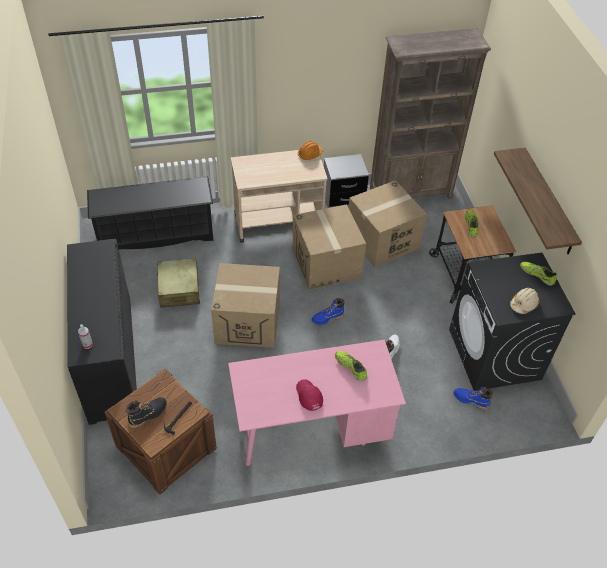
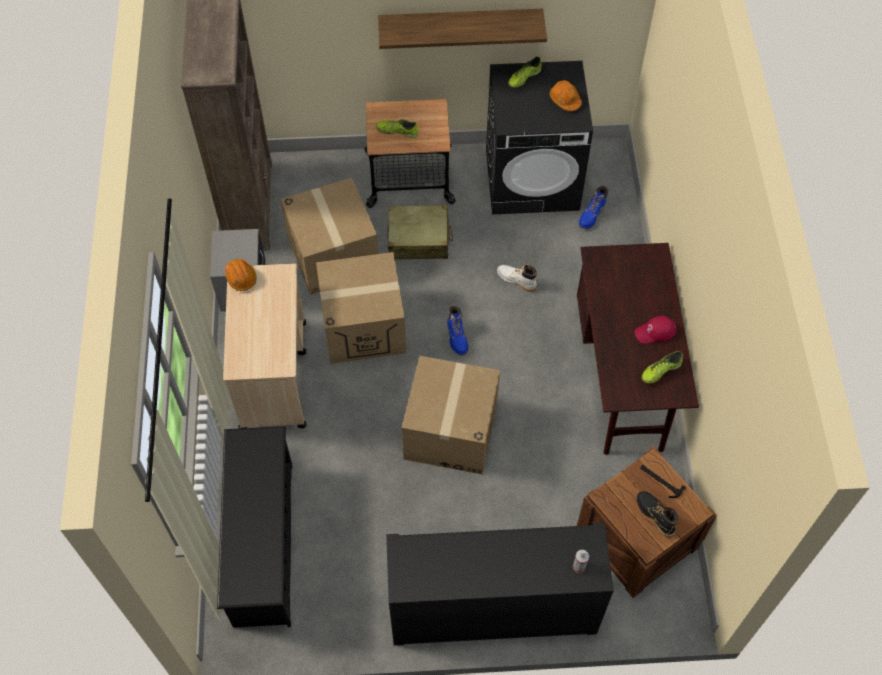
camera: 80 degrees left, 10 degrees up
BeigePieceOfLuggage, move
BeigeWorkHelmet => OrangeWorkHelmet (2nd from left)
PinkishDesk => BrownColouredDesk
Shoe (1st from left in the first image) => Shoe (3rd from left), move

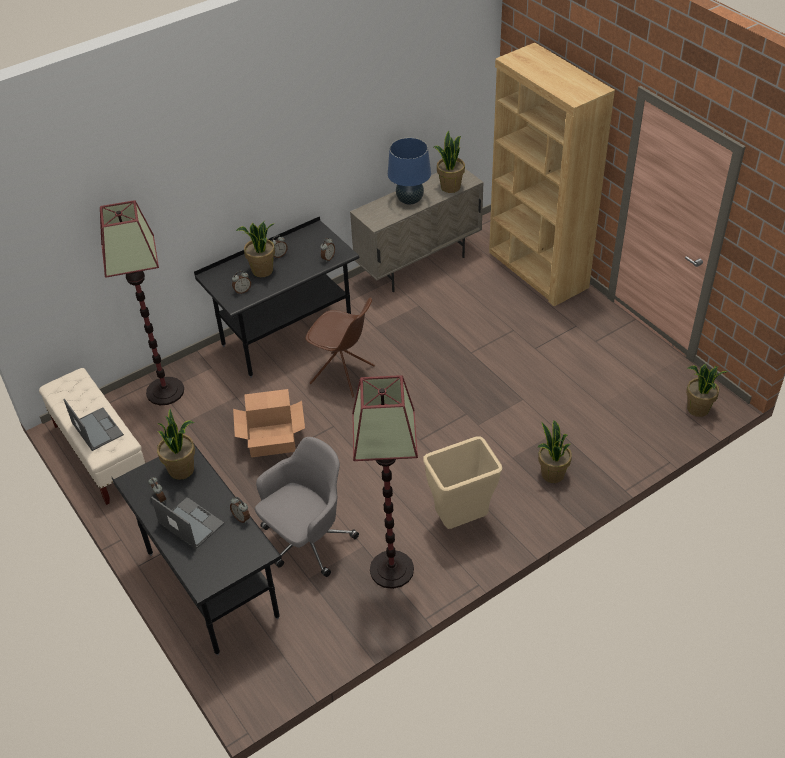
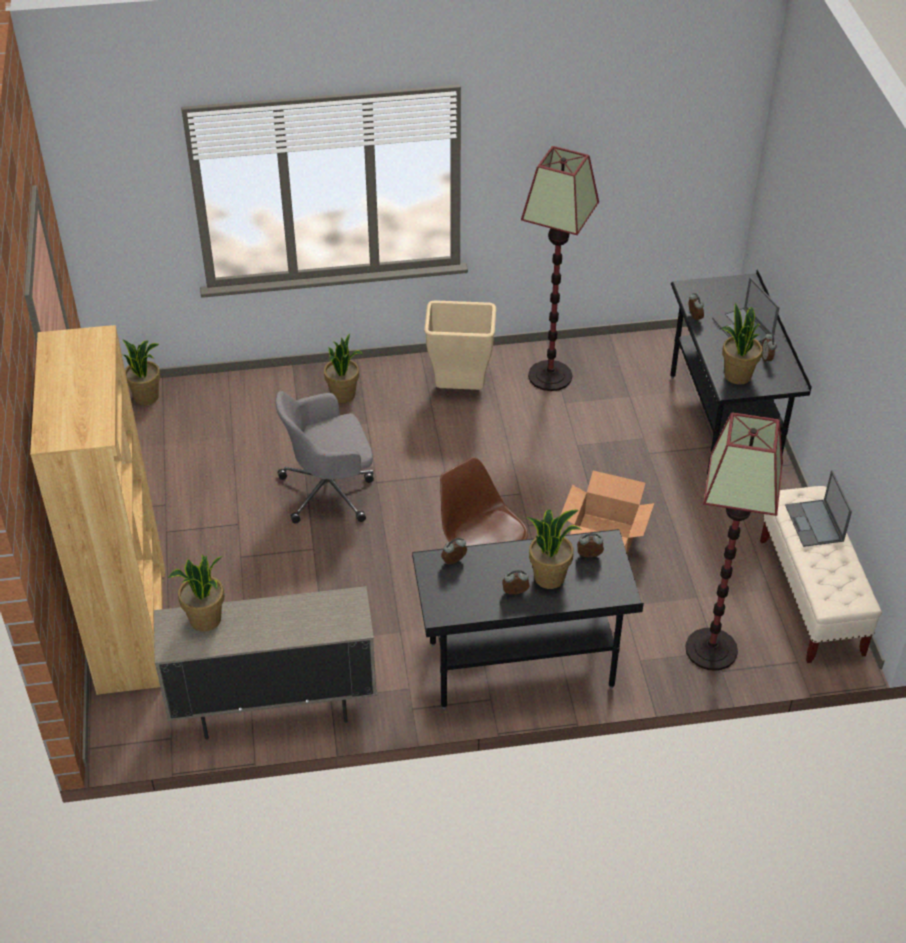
camera: 155 degrees left, 0 degrees up
BlueLampForATable => nothing
GreyDeskChair, move

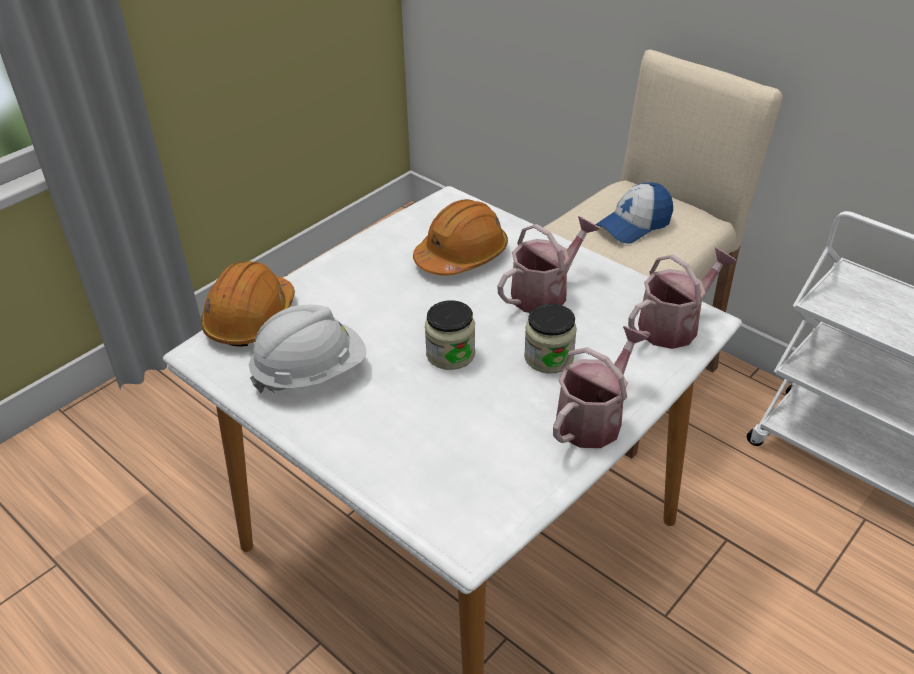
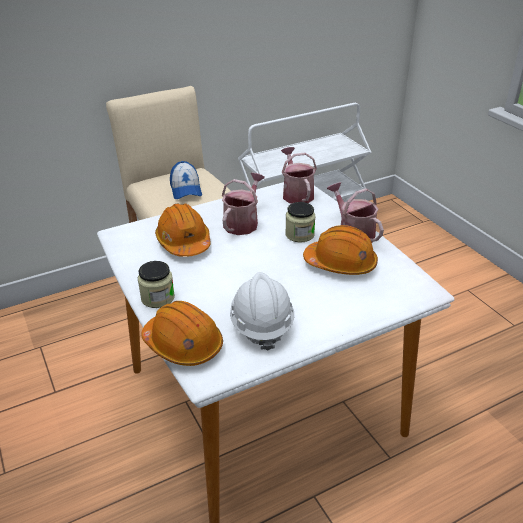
camera: 70 degrees left, 5 degrees down
WateringCan (1st from left), 45 degrees clockwise
PreserveJar (1st from left), move
nothing => OrangeWorkHelmet (3rd from left)

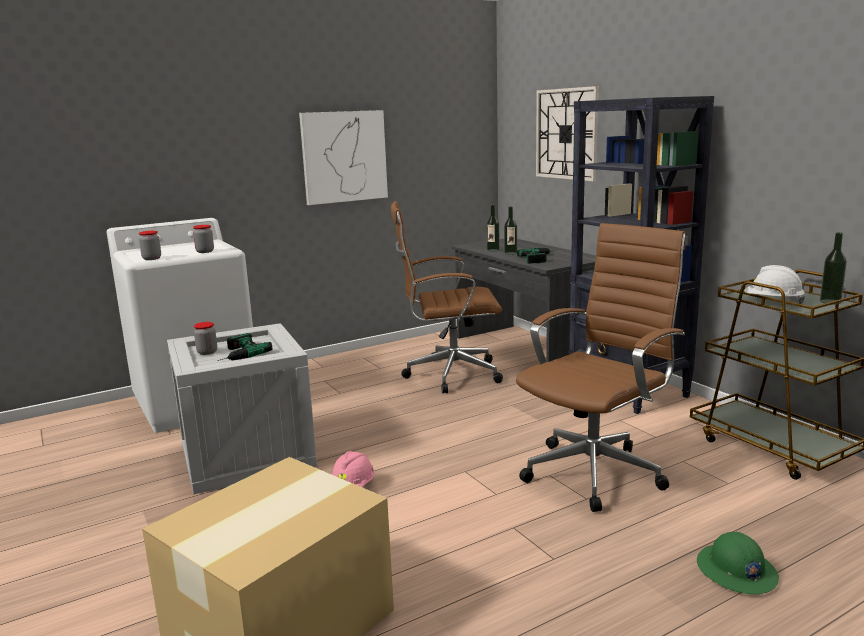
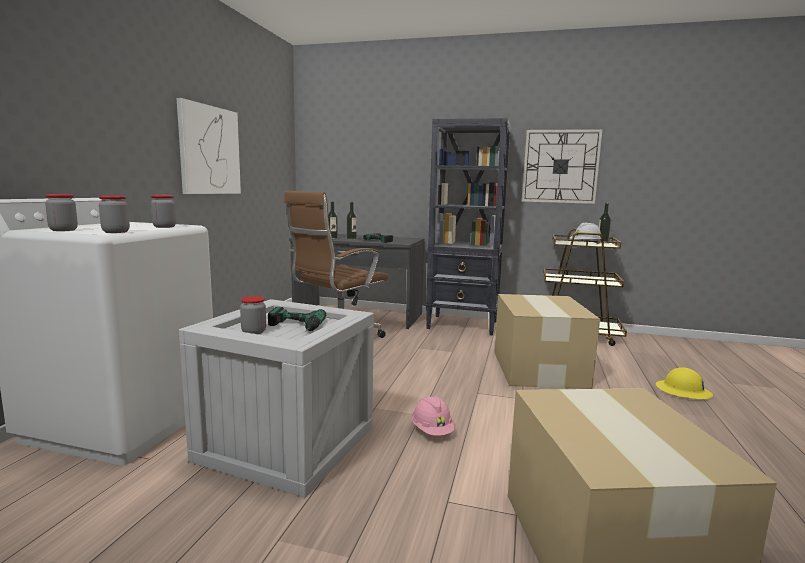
camera: 45 degrees left, 5 degrees down
HangingClock, move
BrownColouredDeskChair (2nd from left) => Carton (1st from left)
GreenWorkHelmet => YellowColouredWorkHelmet
nothing => PreserveJar (1st from left)

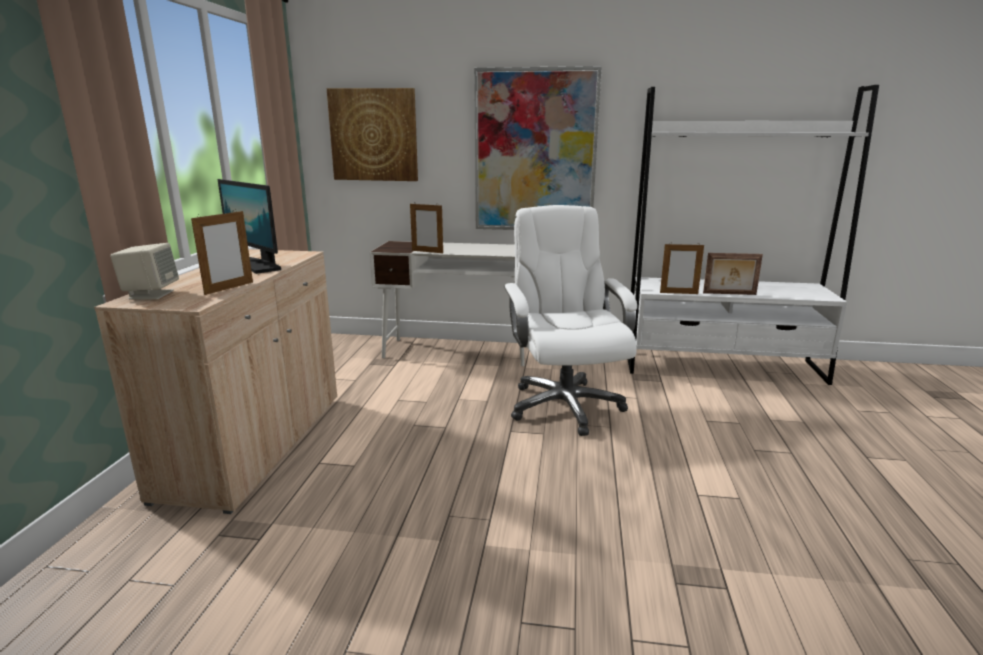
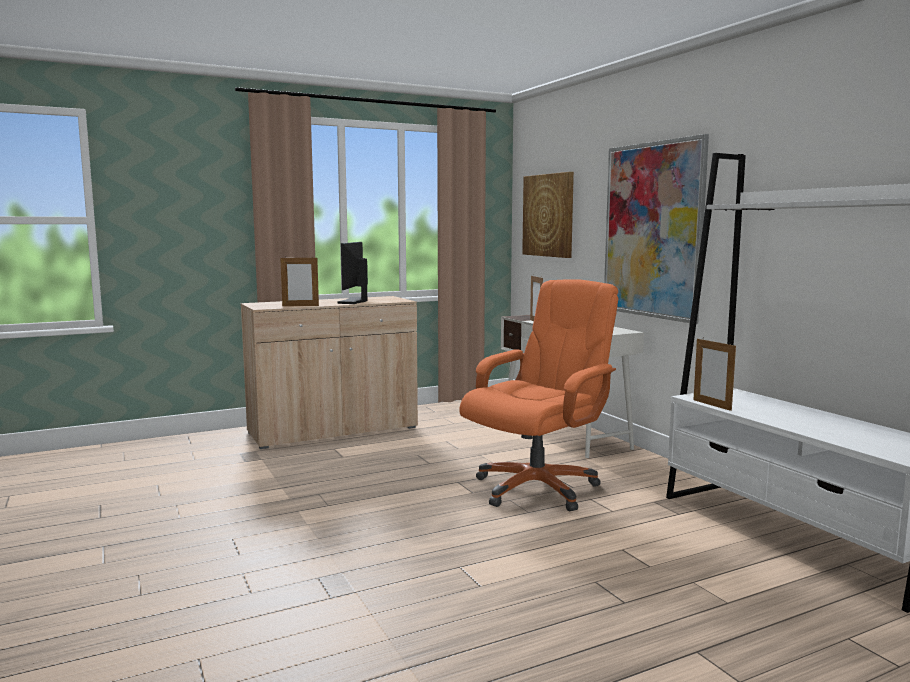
camera: 55 degrees right, 10 degrees down
WhiteColouredDeskChair => OrangeDeskChair
BeigeLoudspeaker => nothing
PictureFrame (4th from left) => nothing

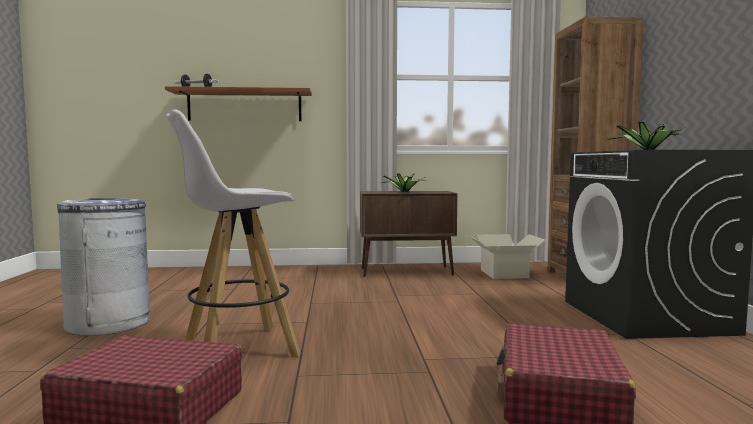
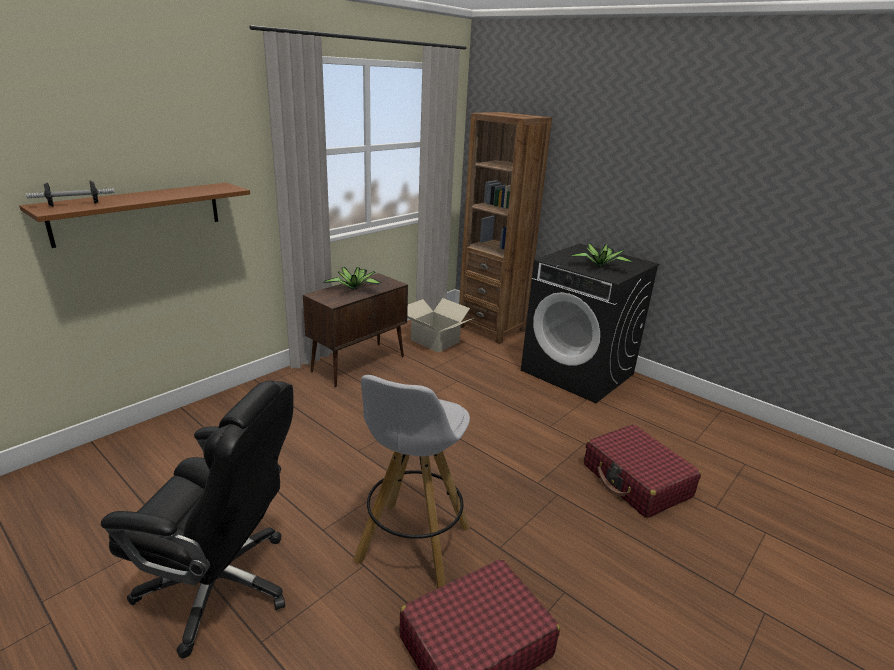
camera: 45 degrees left, 20 degrees up
GreyTrashCan => BlackishDeskChair

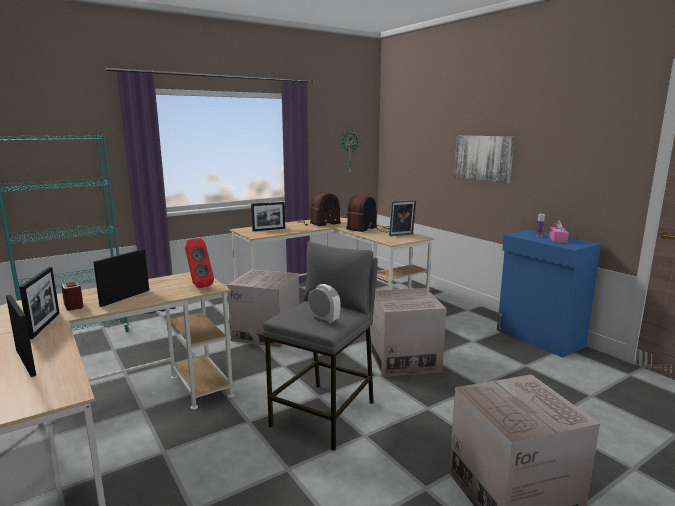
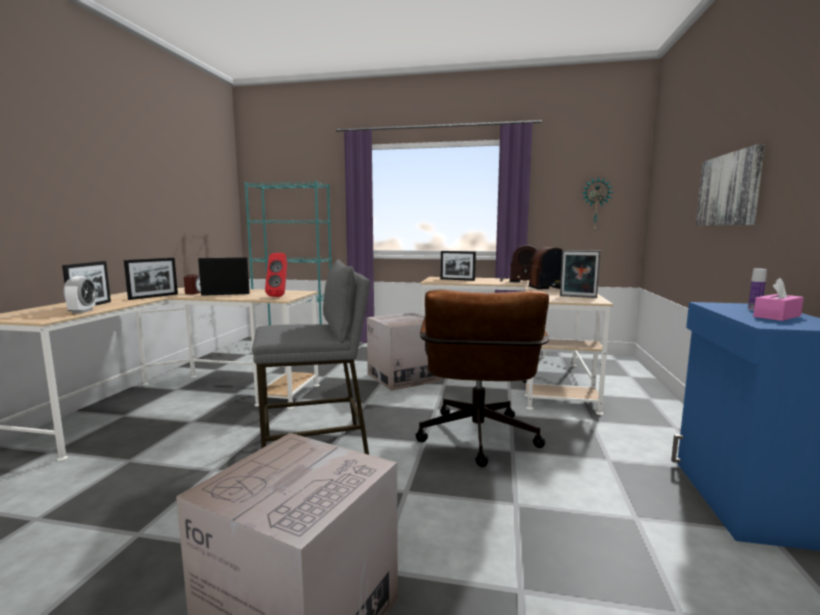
camera: 45 degrees right, 5 degrees down
BedsideClock (2nd from left in the first image) => BedsideClock (1st from left), move
Carton (2nd from left) => BrownColouredDeskChair

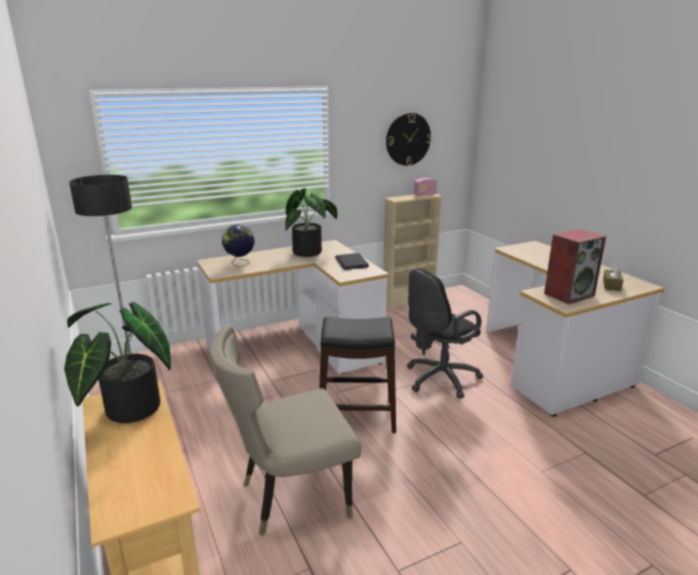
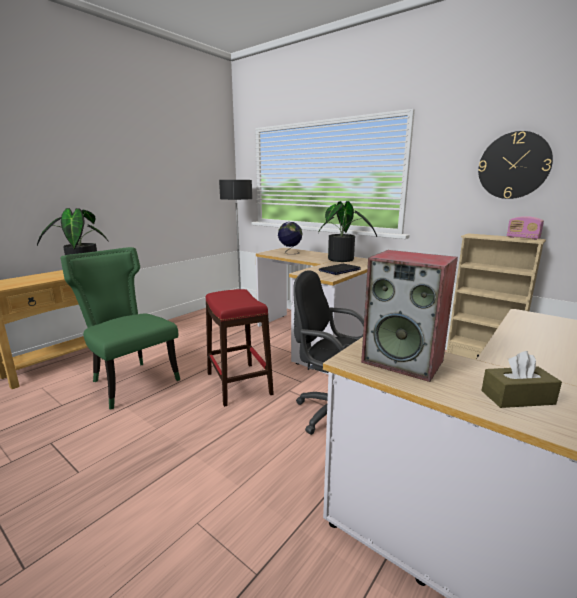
camera: 65 degrees right, 5 degrees down
BlackishStoolSeat => ReddishStoolSeat
BeigeUprightChair => GreenUprightChair

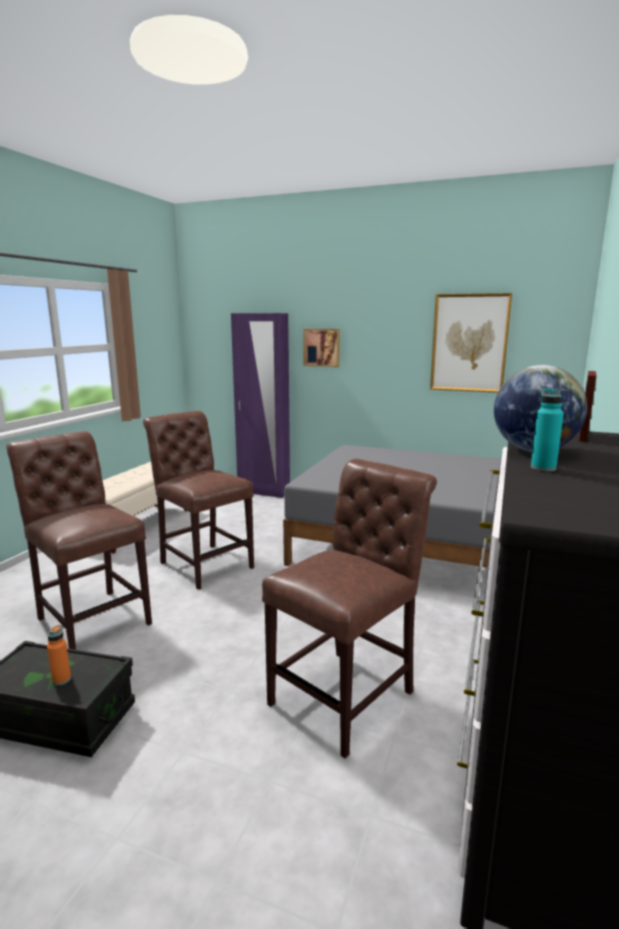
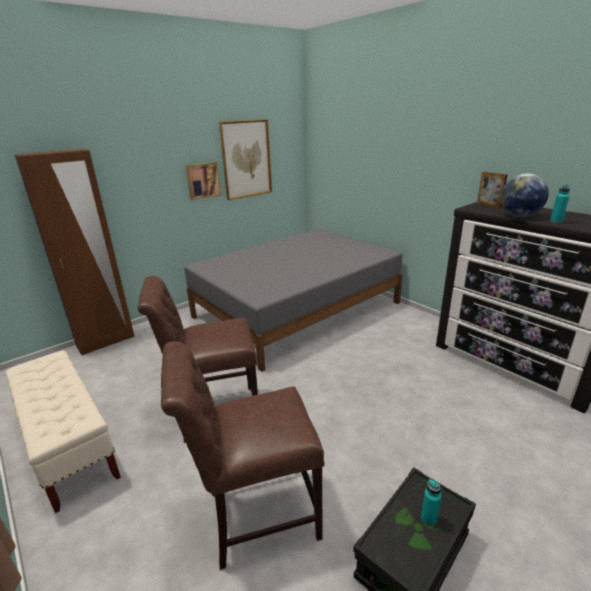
camera: 60 degrees left, 10 degrees up
PurpleColouredClothesCupboard => BrownColouredClothesCupboard
Picture (1st from left), move
BrownColouredUprightChair (3rd from left) => nothing
OrangeDrinkBottle => TurquoiseColouredDrinkBottle (1st from left)

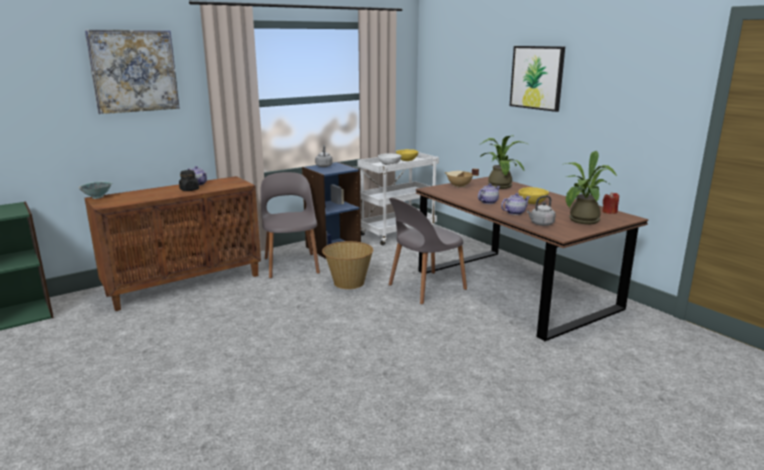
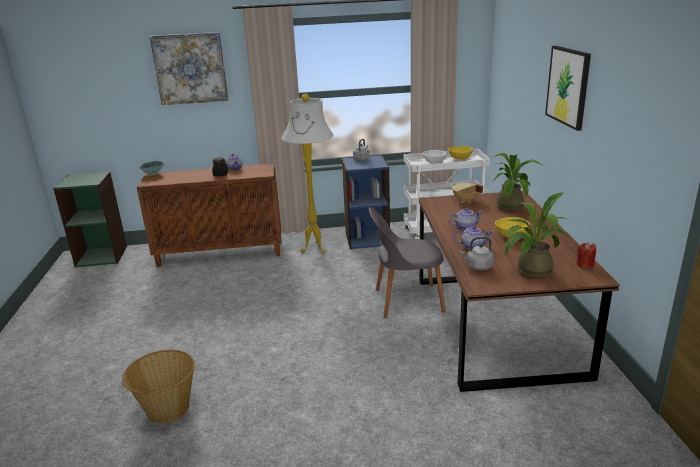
camera: 30 degrees right, 5 degrees up
GreyUprightChair (1st from left) => WhiteColouredStandardLamp
HouseholdBasket, move

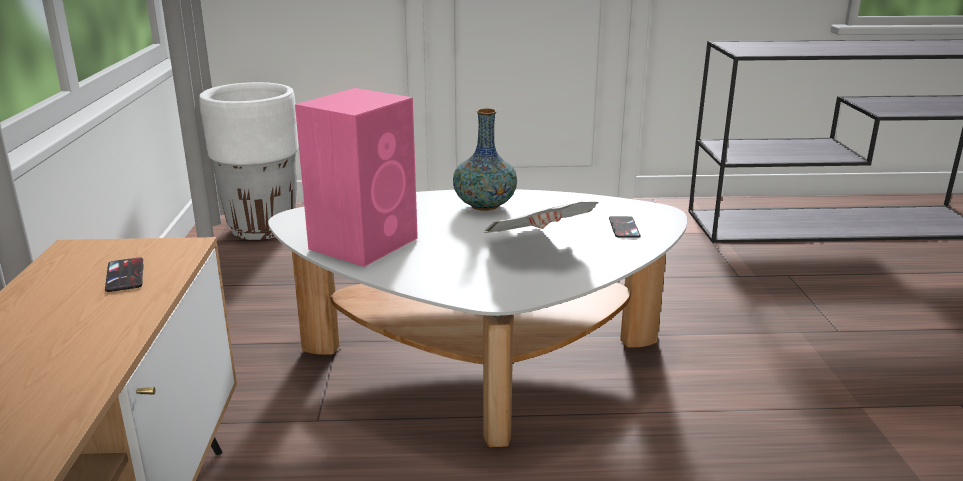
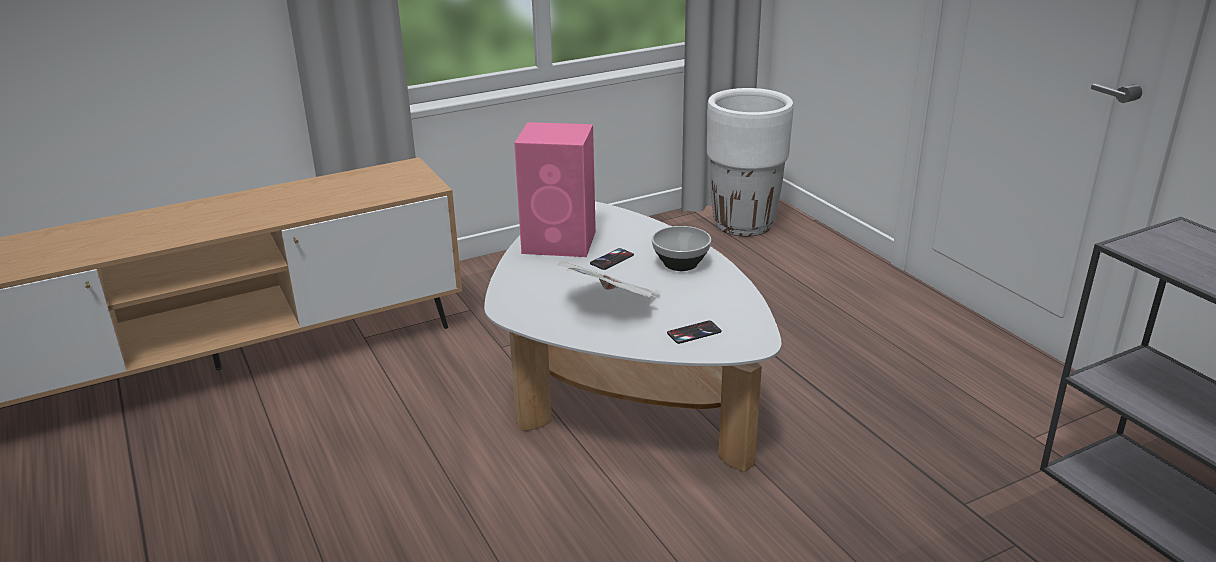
camera: 65 degrees right, 5 degrees up
DecorativeVase => ServingBowl
Telephone (1st from left), move

